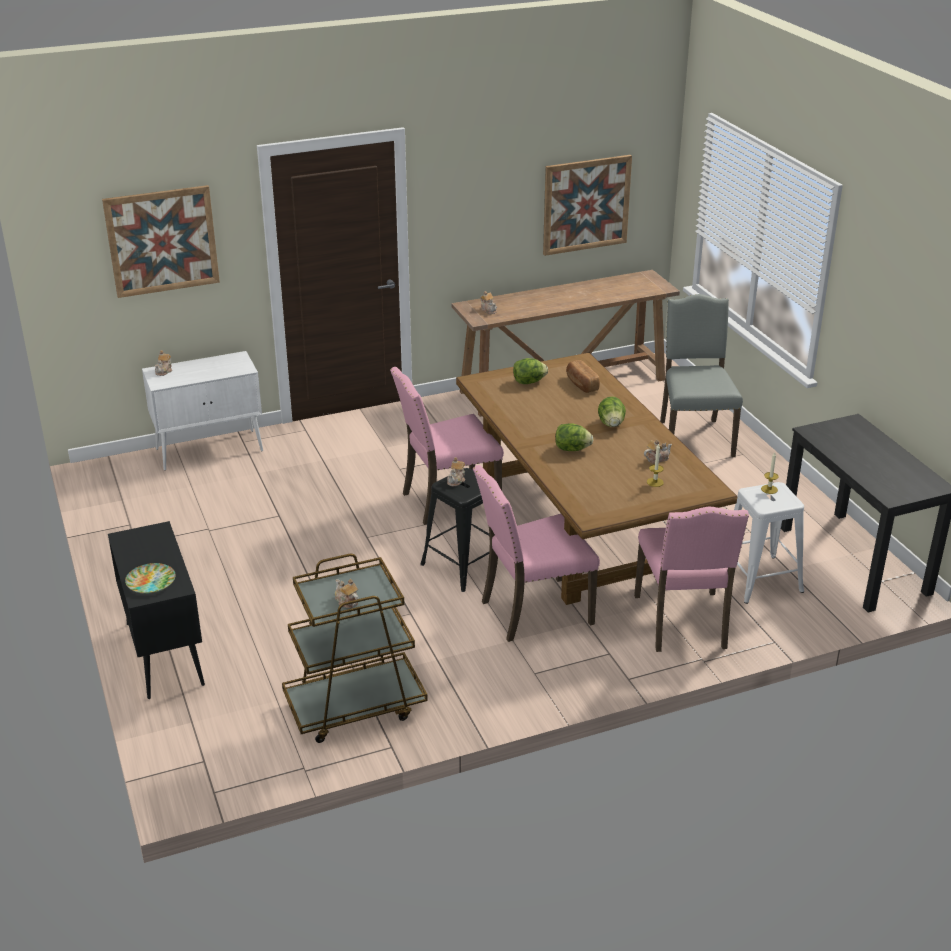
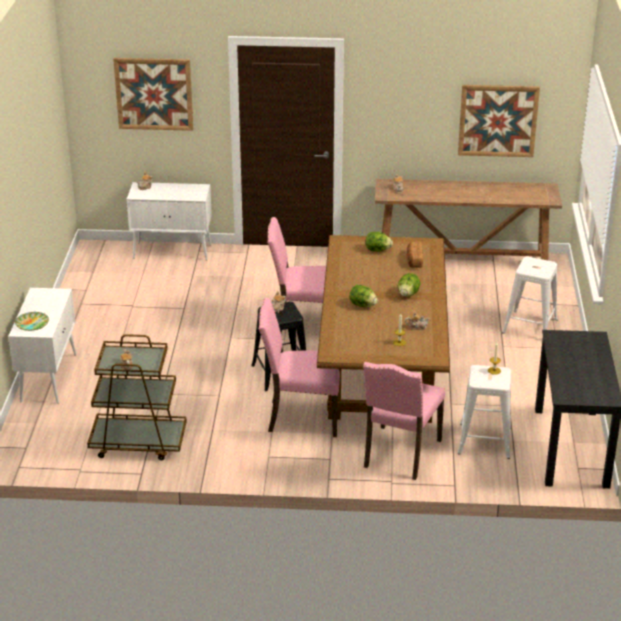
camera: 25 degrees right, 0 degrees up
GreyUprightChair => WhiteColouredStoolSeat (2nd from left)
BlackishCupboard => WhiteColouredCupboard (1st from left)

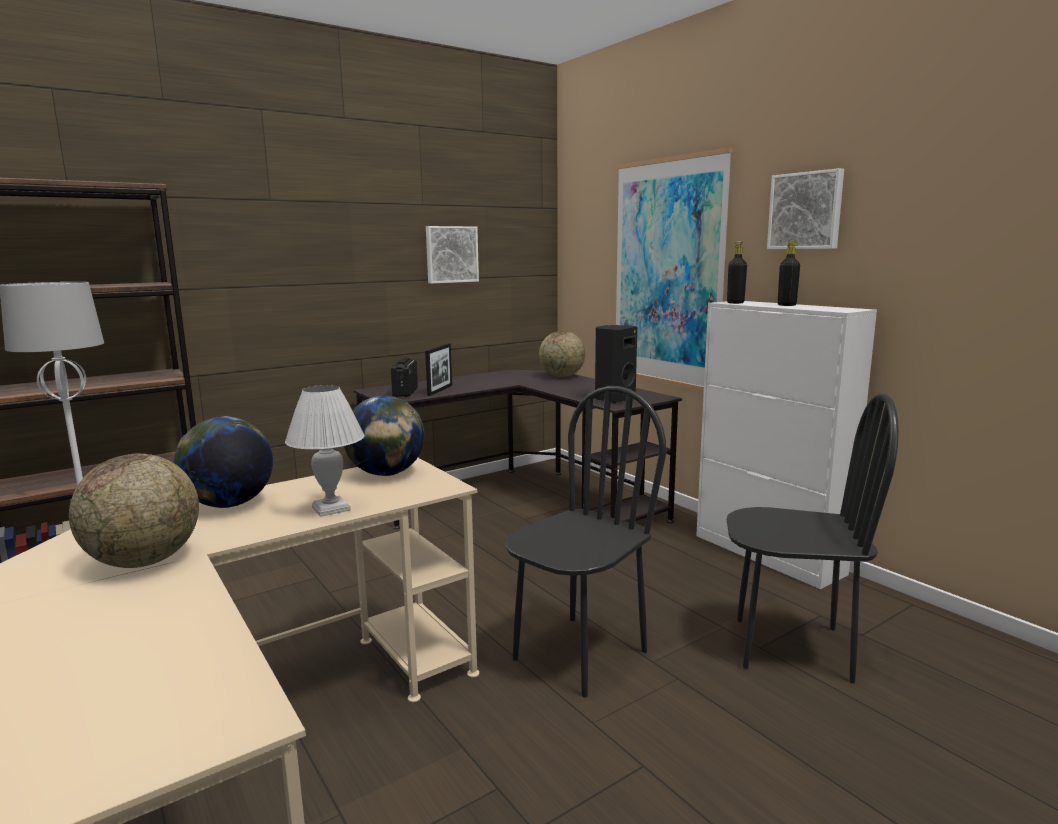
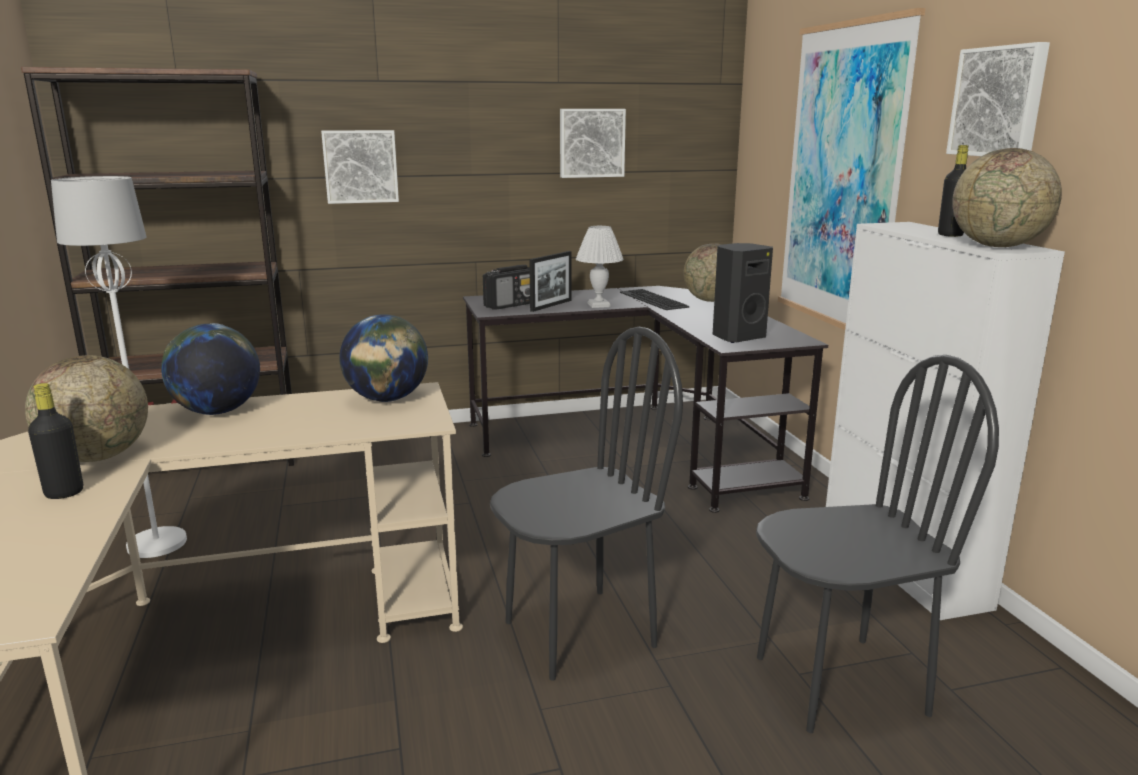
camera: 20 degrees right, 5 degrees up
BlackishDrinkBottle (1st from left), move
Radio, 150 degrees counterclockwise
WhiteColouredLampForATable, move
BlackishUprightChair (2nd from left), 45 degrees counterclockwise
nothing => Picture (1st from left)
nothing => WorldGlobe (5th from left)
nothing => ComputerKeyboard

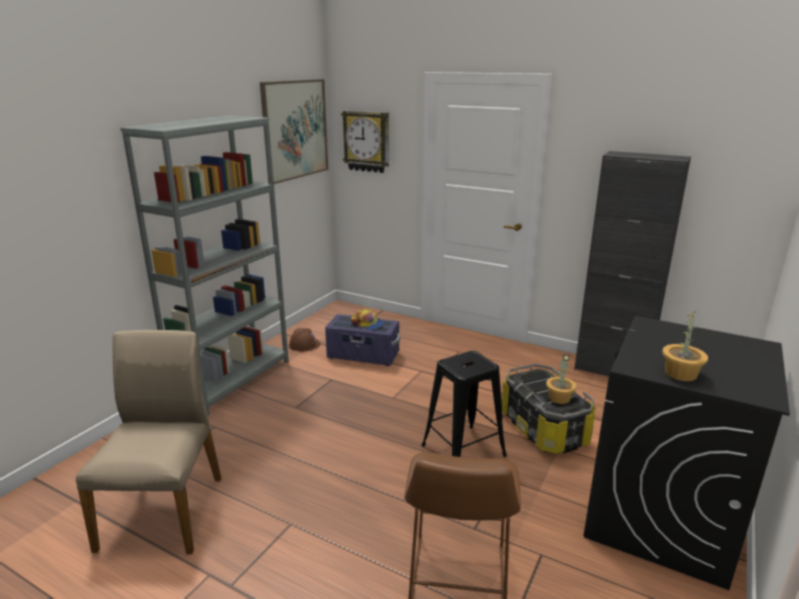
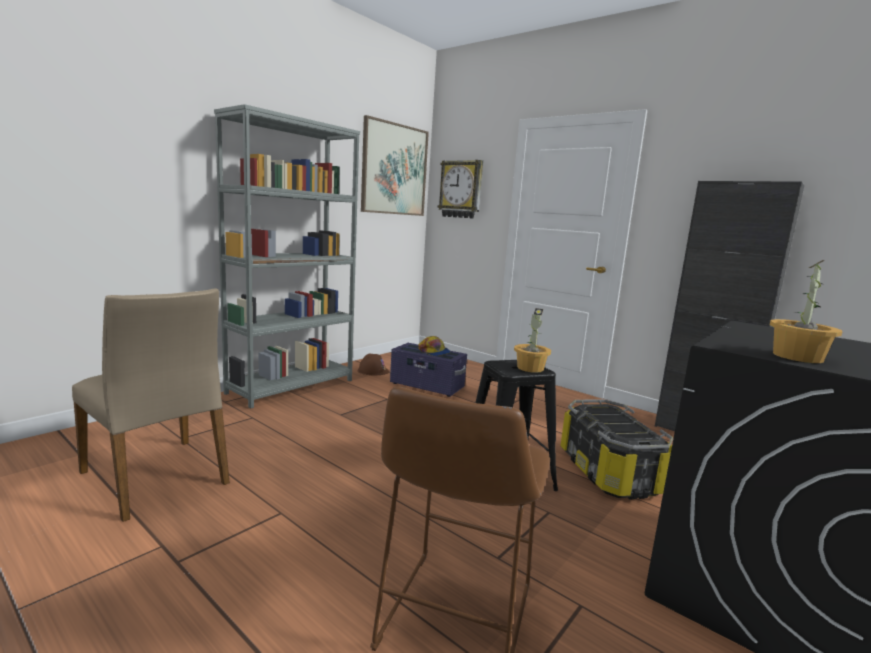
camera: 10 degrees right, 10 degrees down
BeigeUprightChair, 120 degrees clockwise
Houseplant (1st from left), move

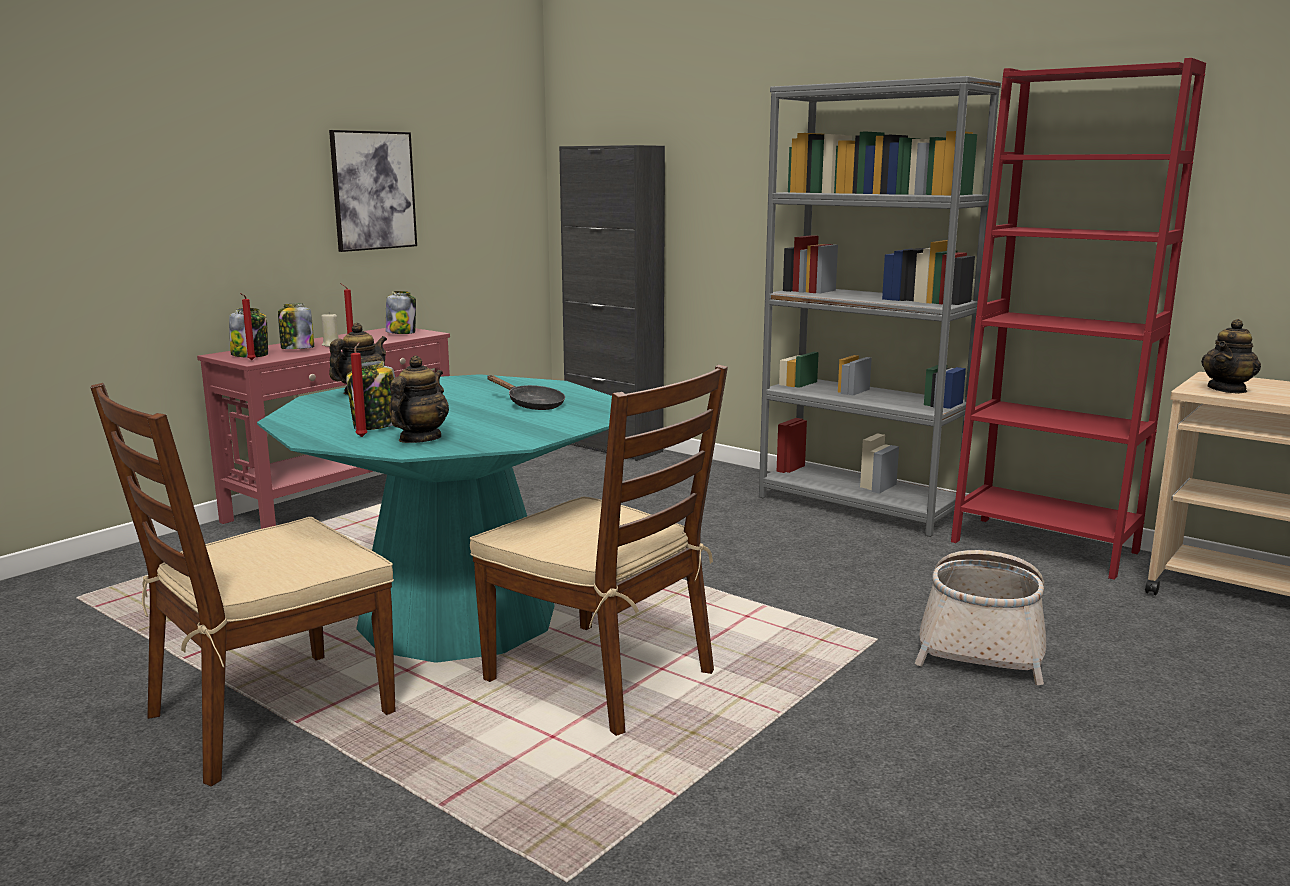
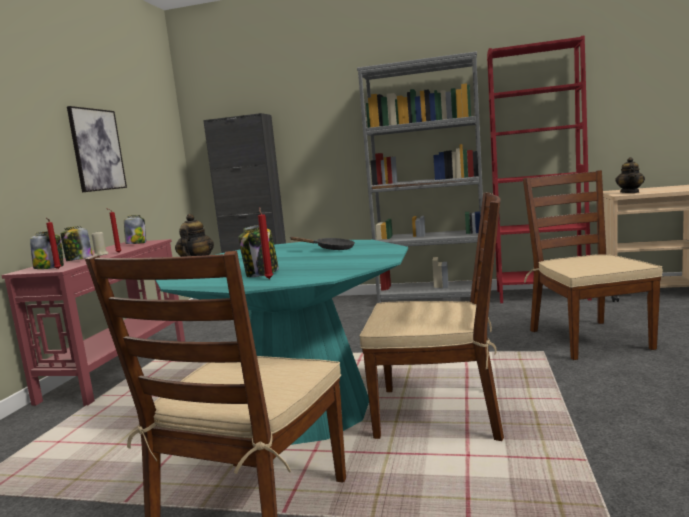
camera: 25 degrees left, 5 degrees down
Teapot (2nd from left) => nothing
HouseholdBasket => BrownColouredUprightChair (3rd from left)

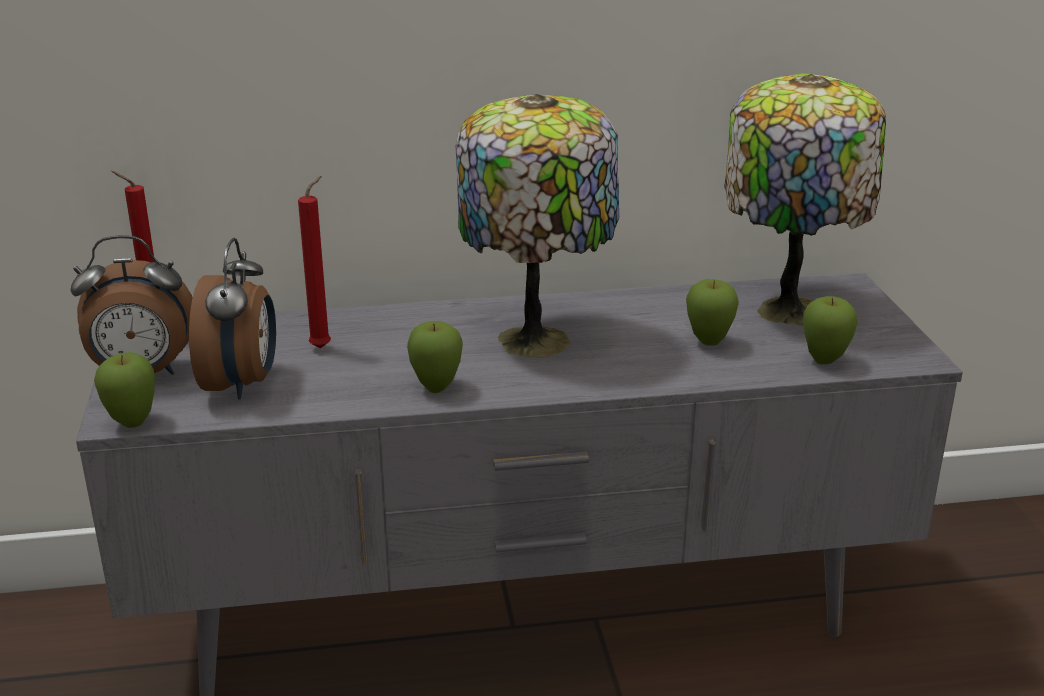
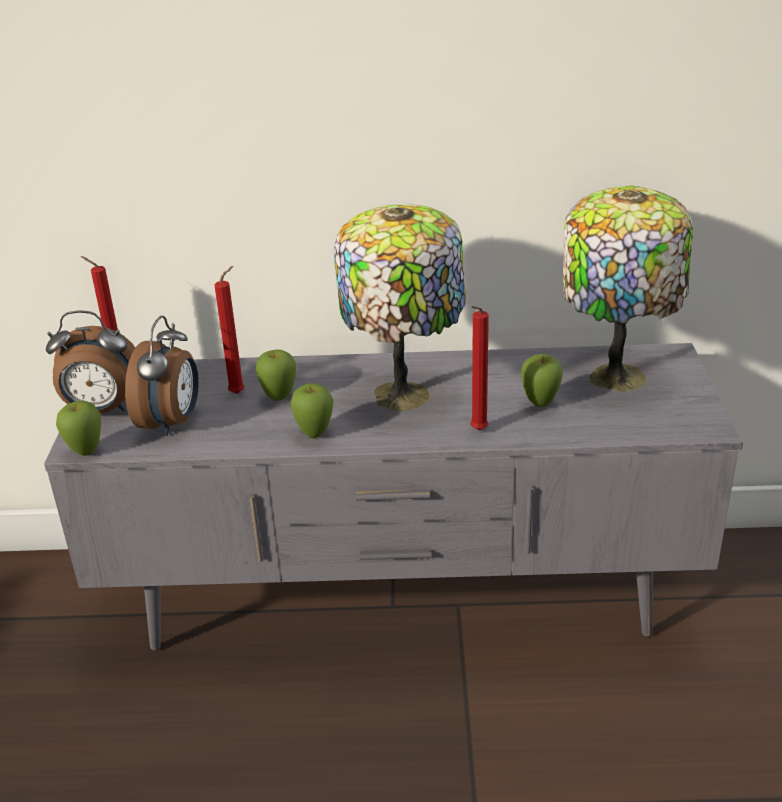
camera: 10 degrees right, 5 degrees up
WholeApple (4th from left in the first image) => WholeApple (2nd from left), move
nothing => ReddishCandle (3rd from left)

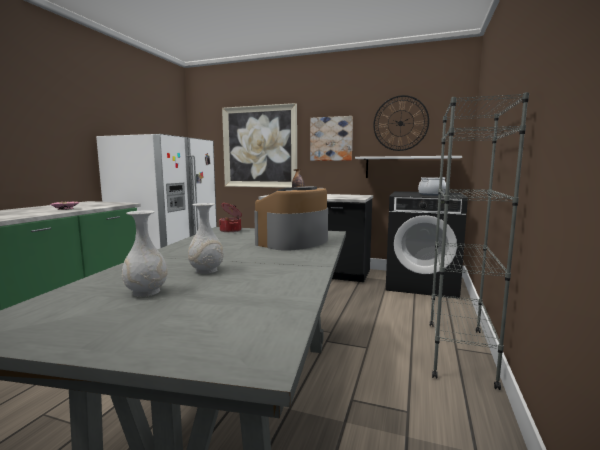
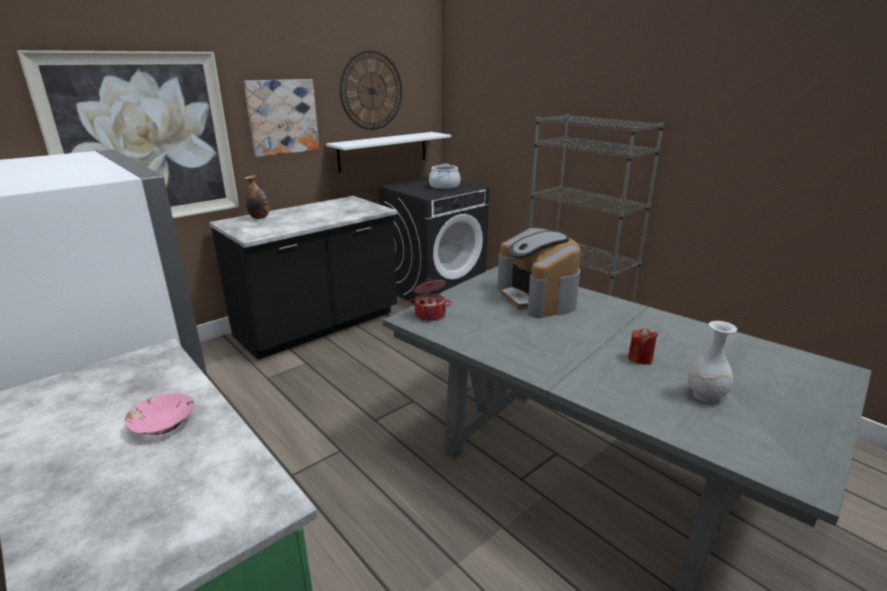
camera: 60 degrees left, 15 degrees up
WhiteColouredDecorativeVase (2nd from left) => ReddishCandle

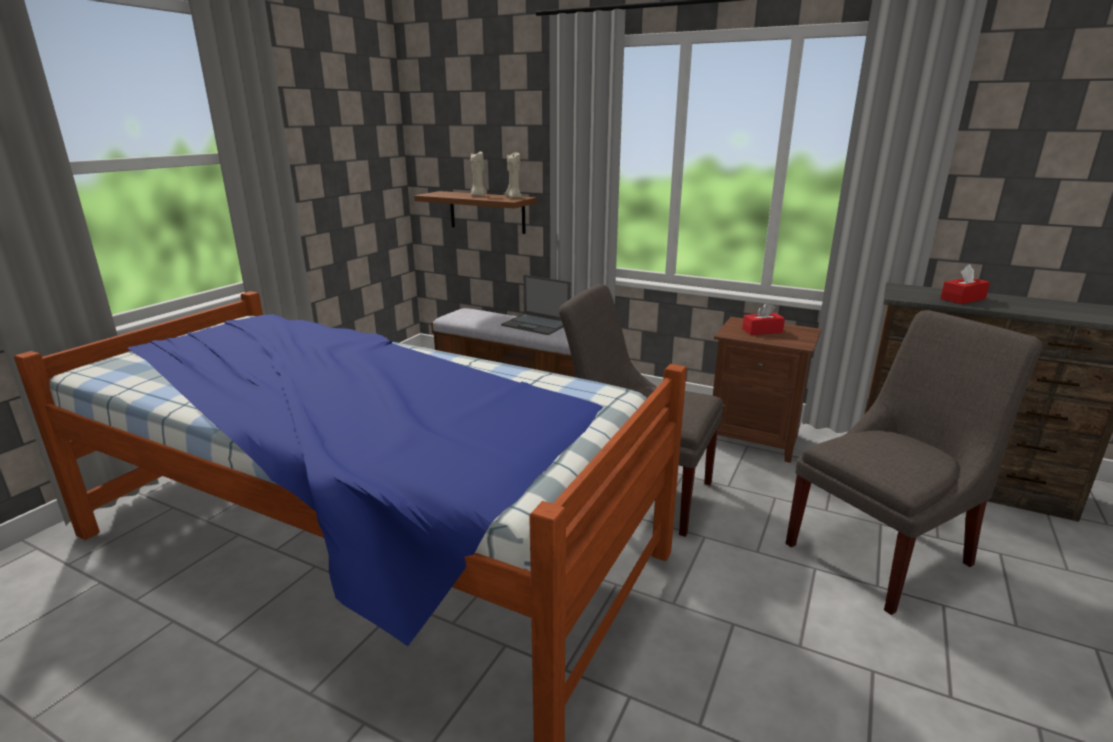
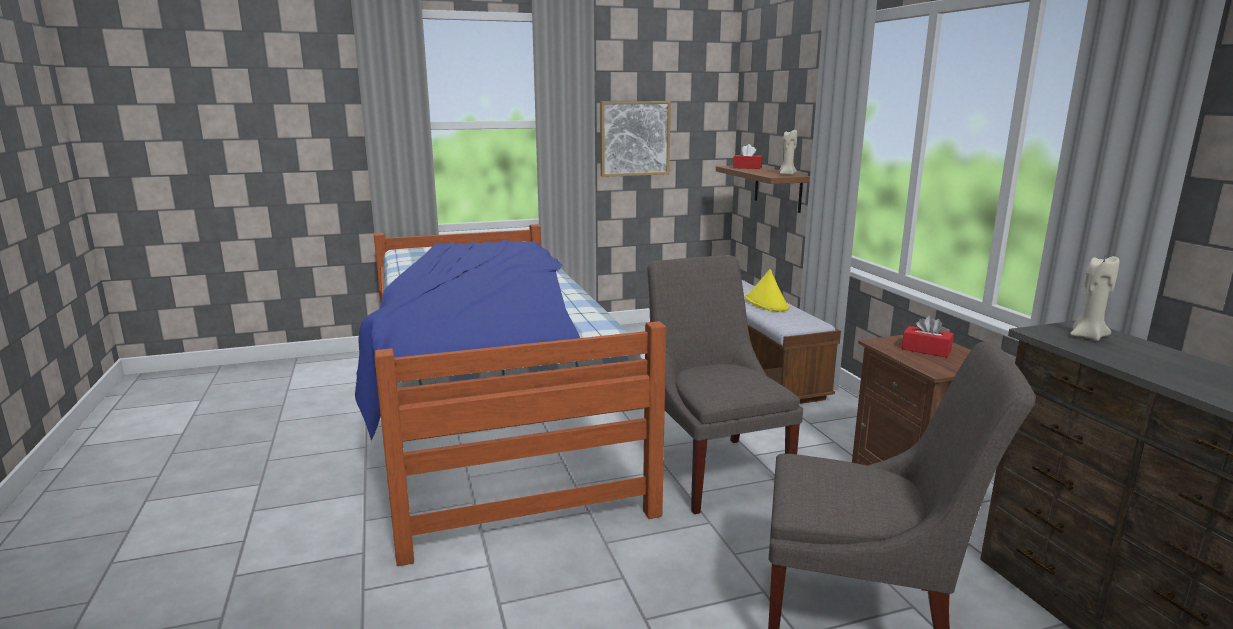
camera: 45 degrees right, 5 degrees down
BeigeCandle (1st from left in the first image) => BeigeCandle (2nd from left), move
ReddishTissueHolder (2nd from left in the first image) => ReddishTissueHolder (1st from left), move
PortableComputer => YellowColouredWearableHat
nothing => Picture

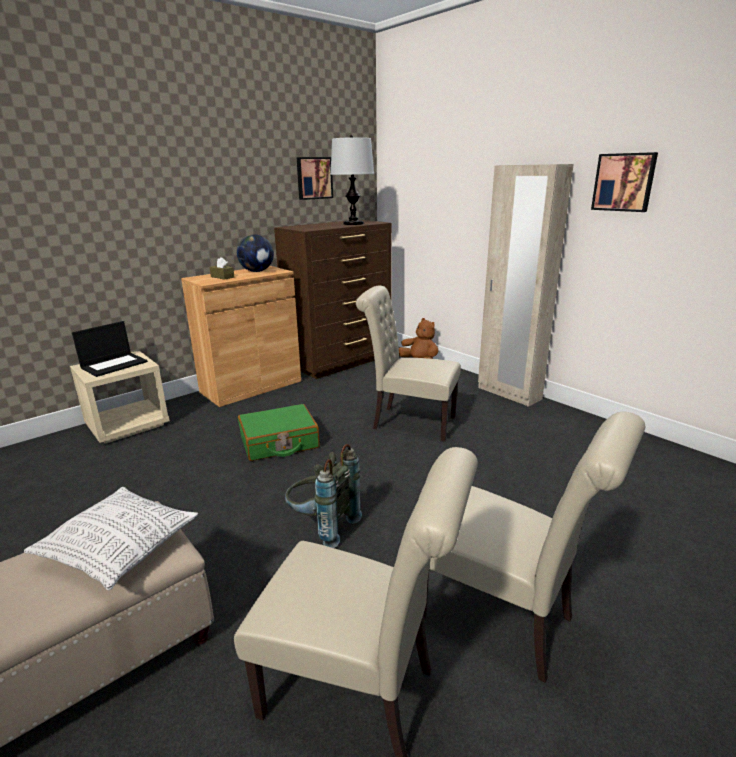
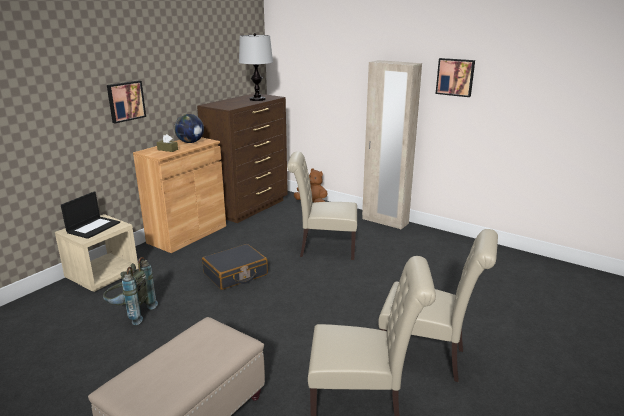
camera: 15 degrees left, 0 degrees up
Picture (1st from left), move
GreenPieceOfLuggage => BlackishPieceOfLuggage
GreyKnapsack, move
ThrowPillow => nothing

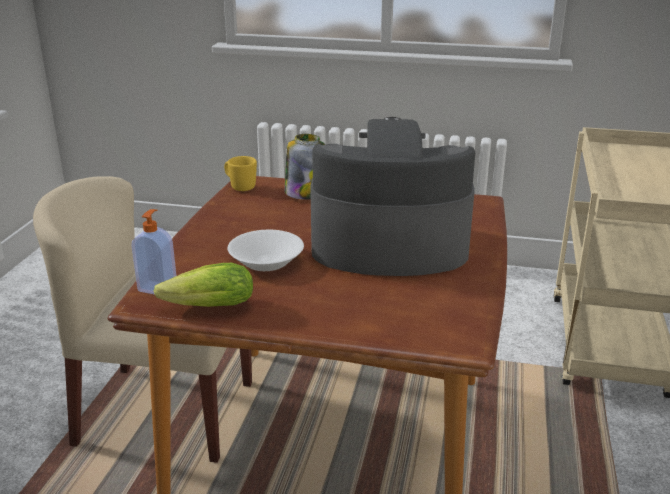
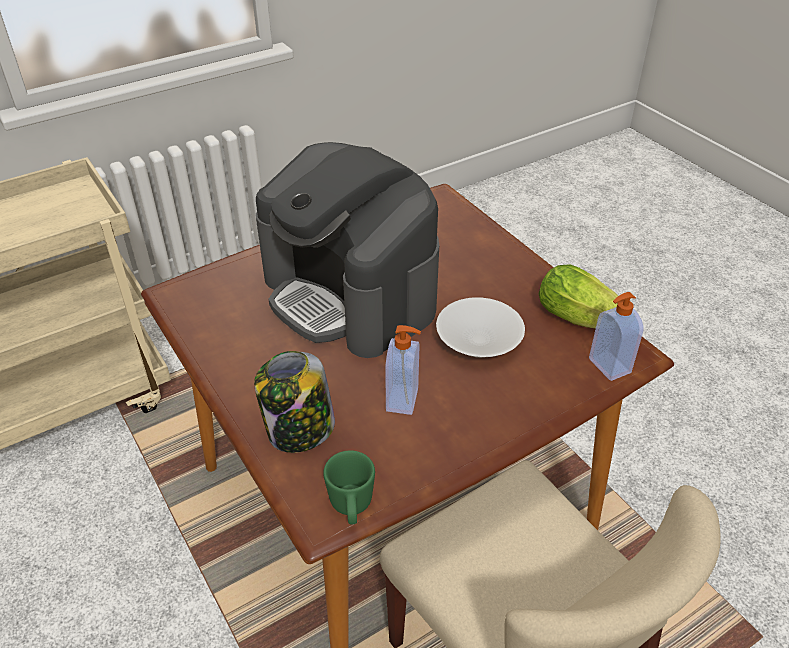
camera: 135 degrees left, 15 degrees up
YellowColouredMug => GreenMug
nothing => SoapBottle (1st from left)

